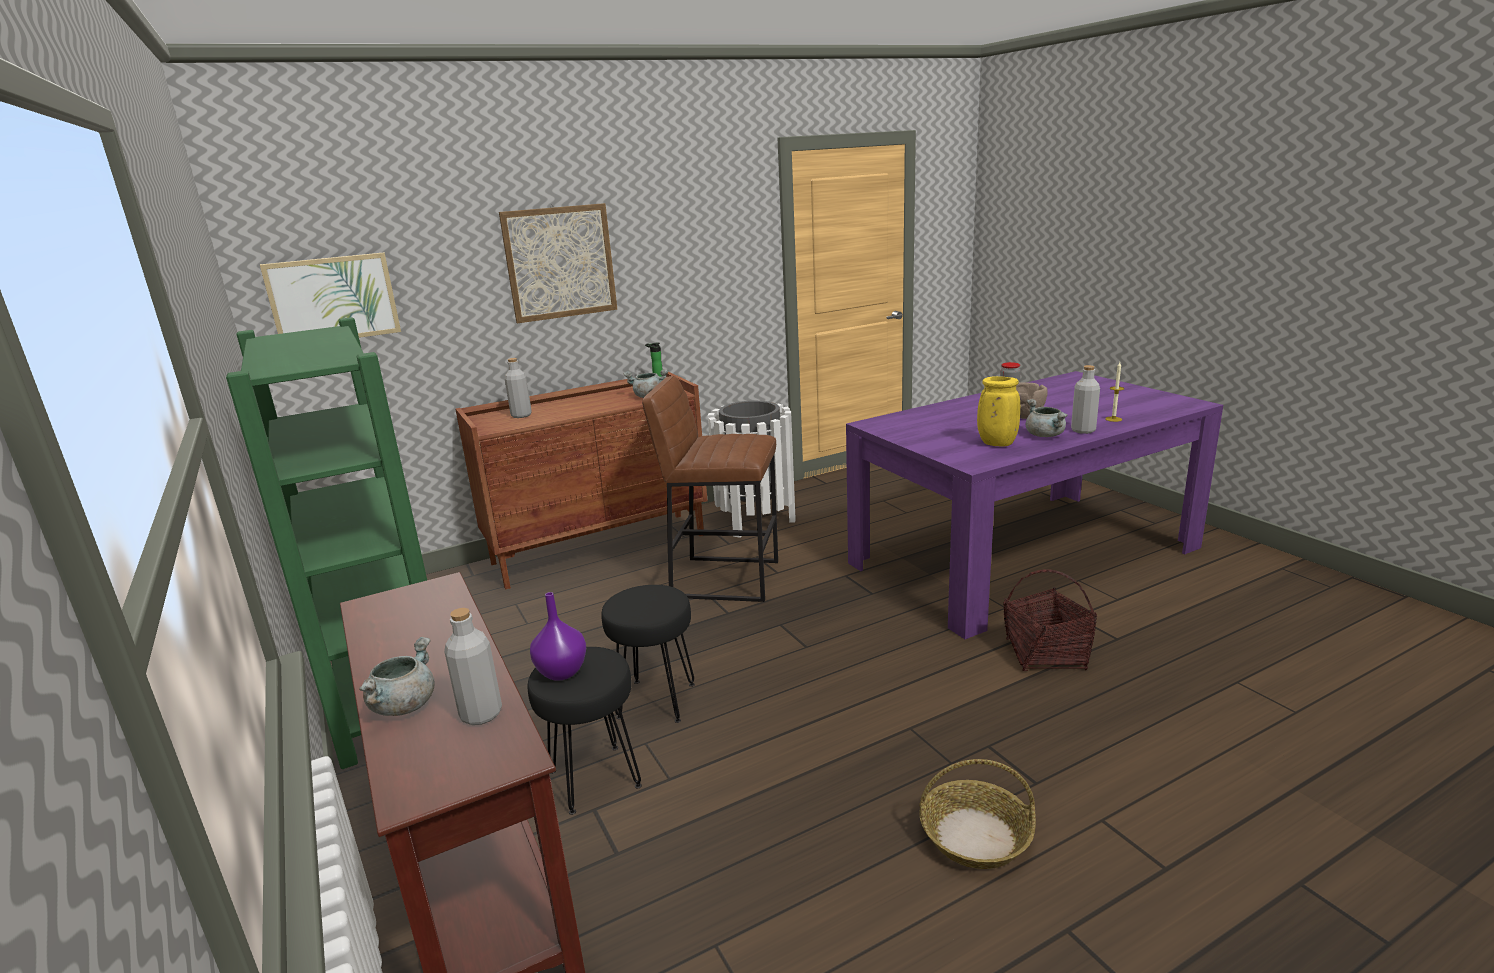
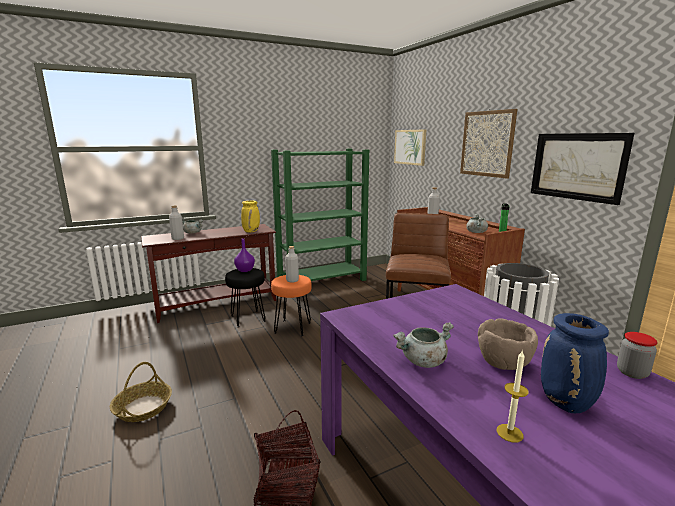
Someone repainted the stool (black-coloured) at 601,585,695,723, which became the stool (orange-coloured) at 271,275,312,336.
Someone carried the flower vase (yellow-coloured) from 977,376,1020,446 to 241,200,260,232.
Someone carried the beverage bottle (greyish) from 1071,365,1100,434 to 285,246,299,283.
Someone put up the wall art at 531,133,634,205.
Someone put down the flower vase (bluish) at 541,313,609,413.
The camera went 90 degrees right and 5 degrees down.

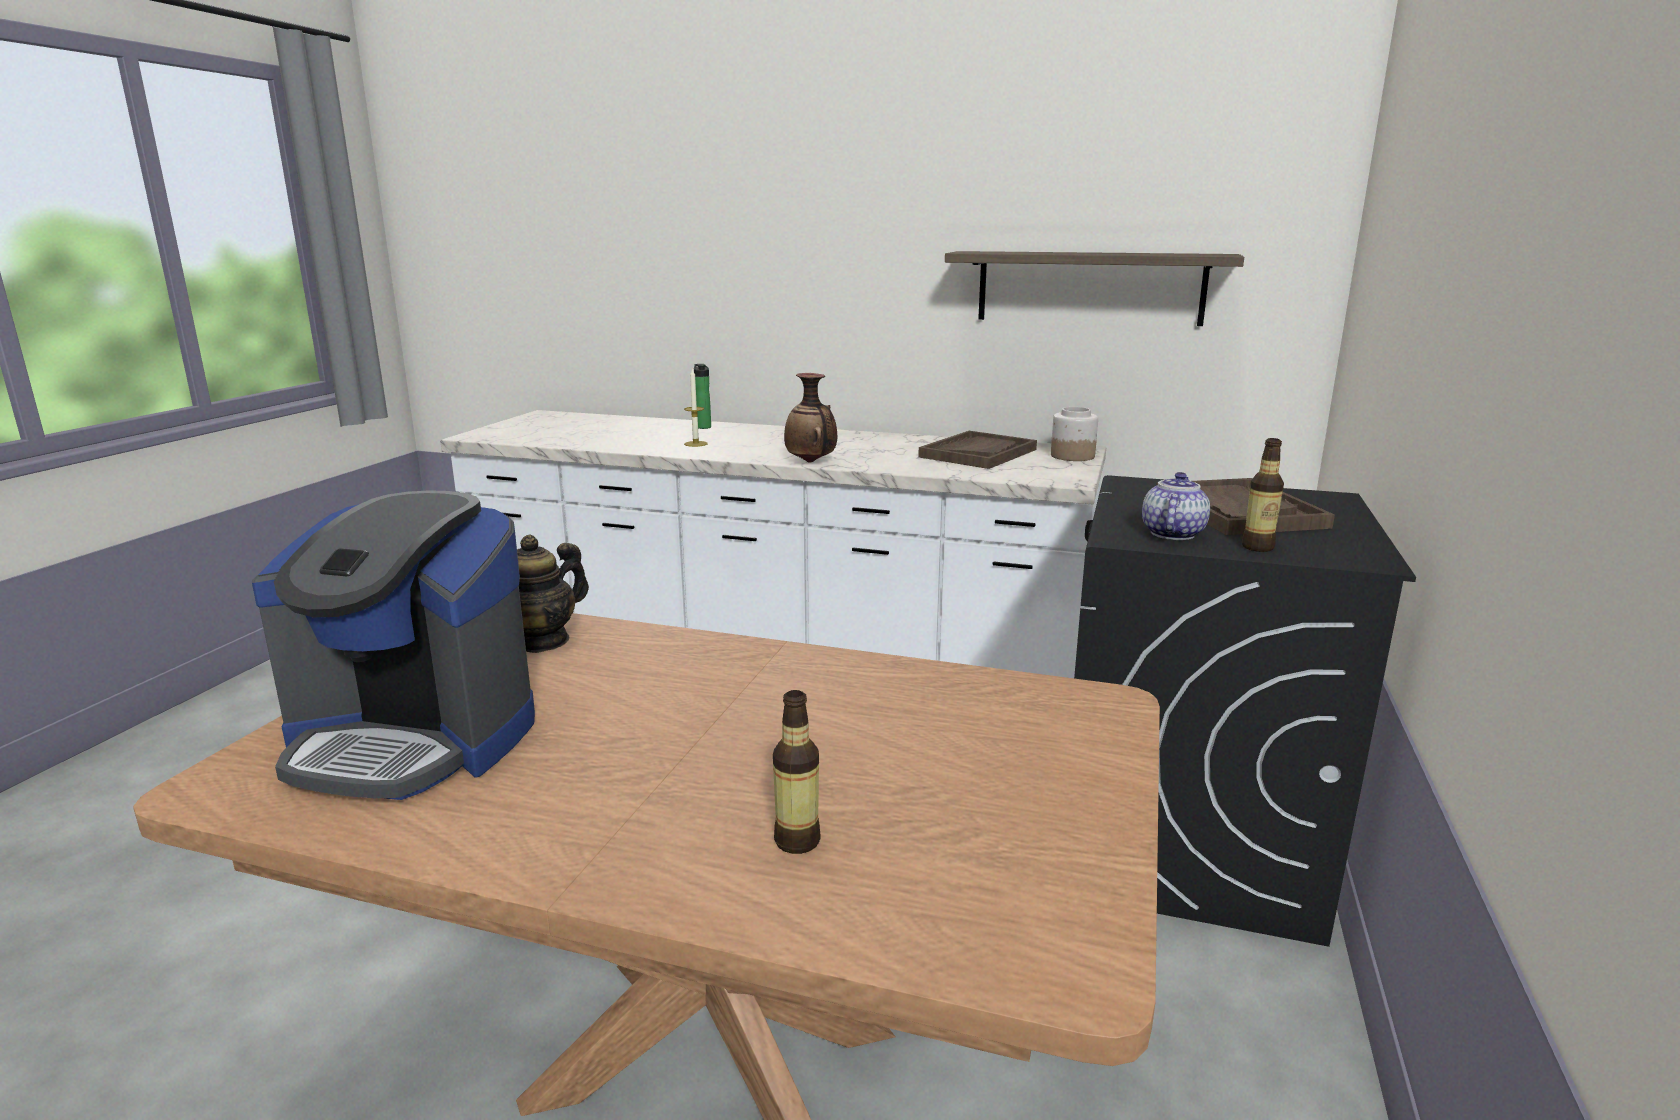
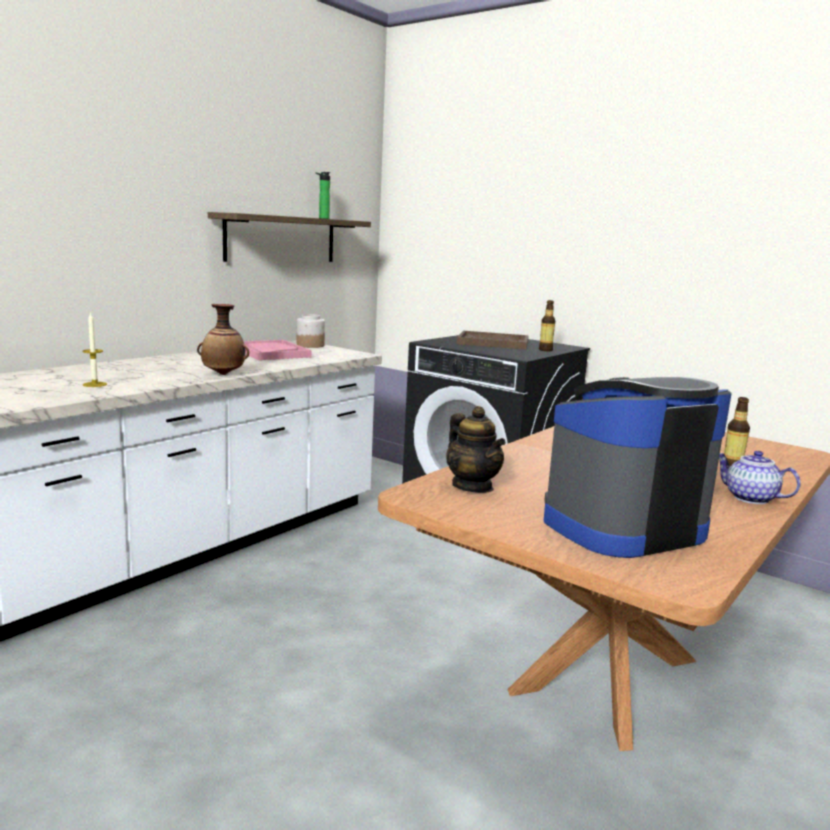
Someone rotated the coffee machine at 252,490,535,800 by 150 degrees counterclockwise.
Someone carried the beverage bottle from 694,364,711,429 to 315,172,331,219.
Someone repainted the tray (brownish) at 918,431,1037,469, which became the tray (pinkish) at 243,340,312,360.
Someone carried the tea pot from 1142,472,1210,540 to 719,451,801,504.
The camera went 70 degrees left and 5 degrees down.

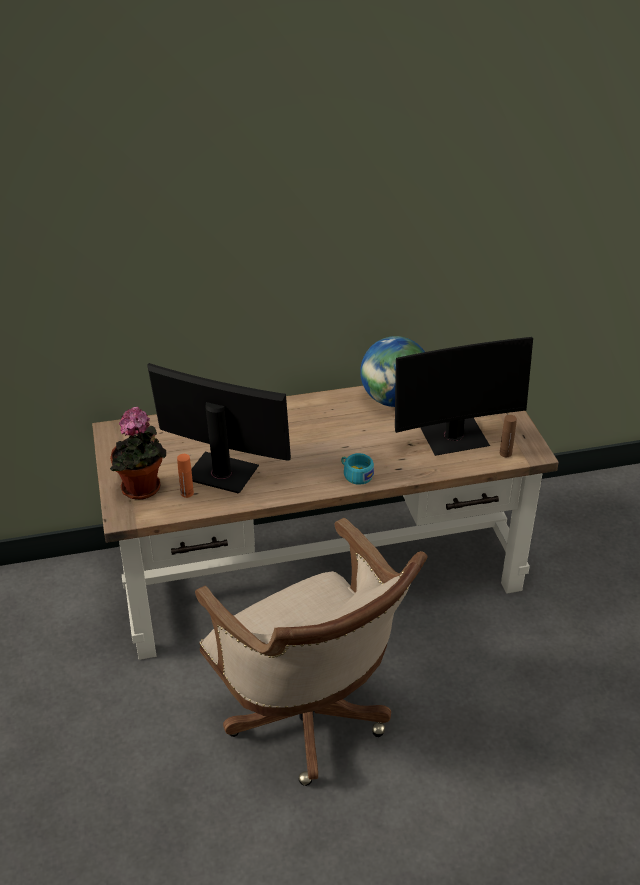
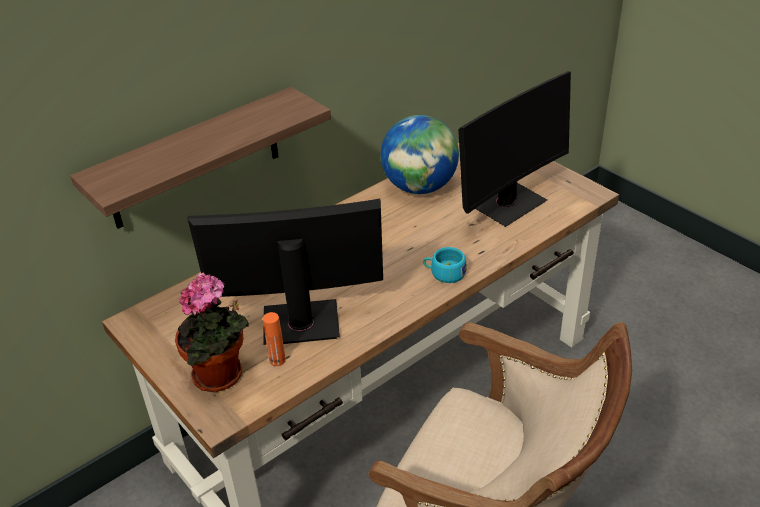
Someone took away the beverage bottle (brownish) at 500,415,517,457.
Someone put up the shelf at 70,87,331,229.
The camera went 25 degrees left and 0 degrees up.

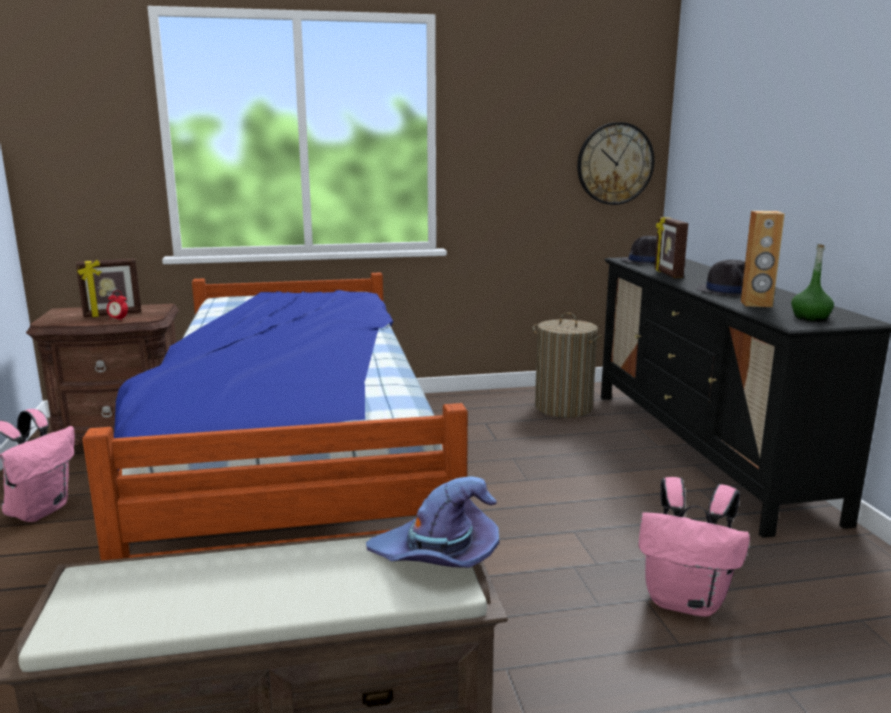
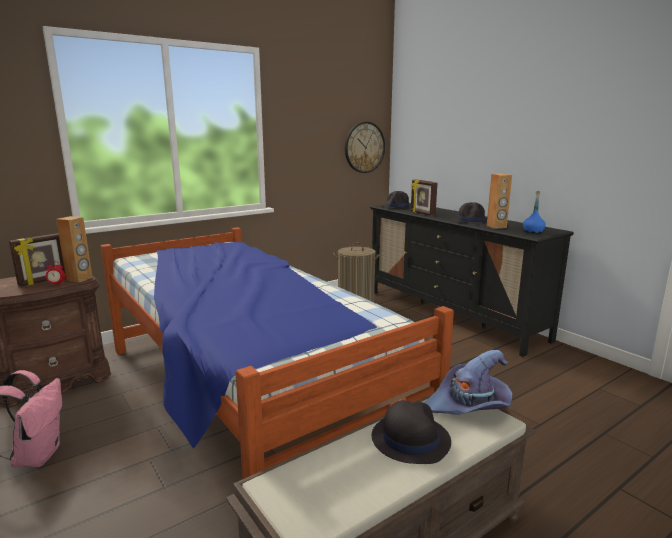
Someone took away the rucksack (pinkish) at 639,477,750,617.
Someone repainted the beverage bottle (green) at 791,244,834,321, which became the beverage bottle (bluish) at 523,191,546,233.
Someone put down the speaker (brownish) at 56,216,93,283.
Someone put down the wearable hat (black-coloured) at 372,400,451,464.
The camera went 25 degrees left and 0 degrees up.

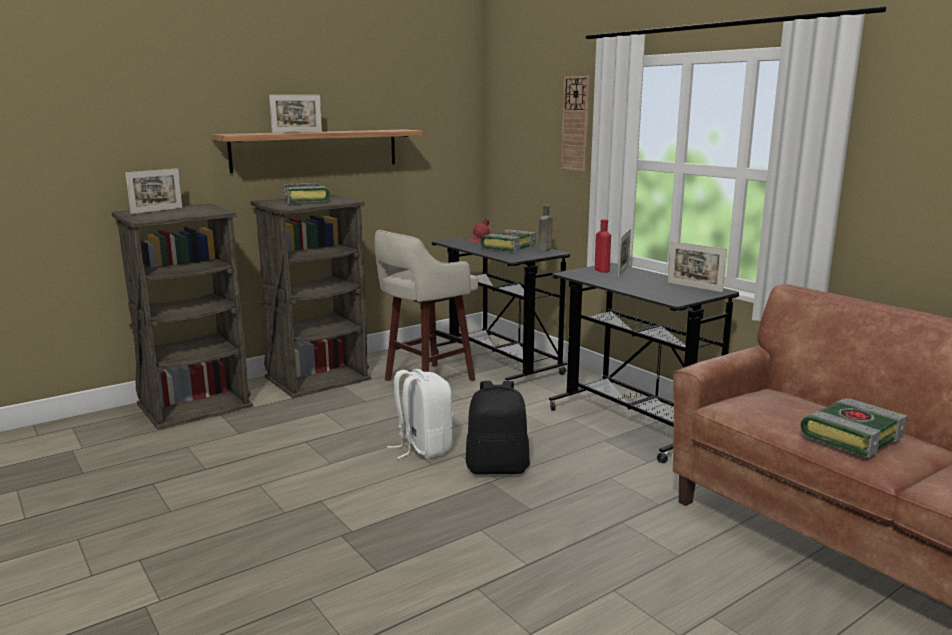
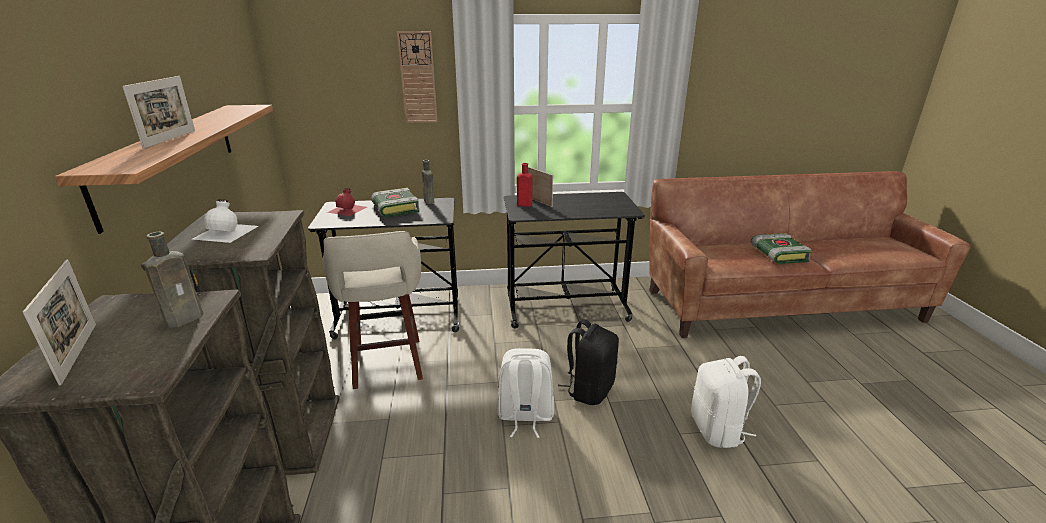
Someone swapped the book at 283,182,331,203 for the beverage bottle (white-coloured) at 193,199,258,243.
Someone took away the photo frame at 667,241,727,292.
Someone put down the beverage bottle (brownish) at 144,232,203,328.
Someone put down the rucksack (white-coloured) at 691,356,761,448.
The camera went 60 degrees left and 10 degrees up.

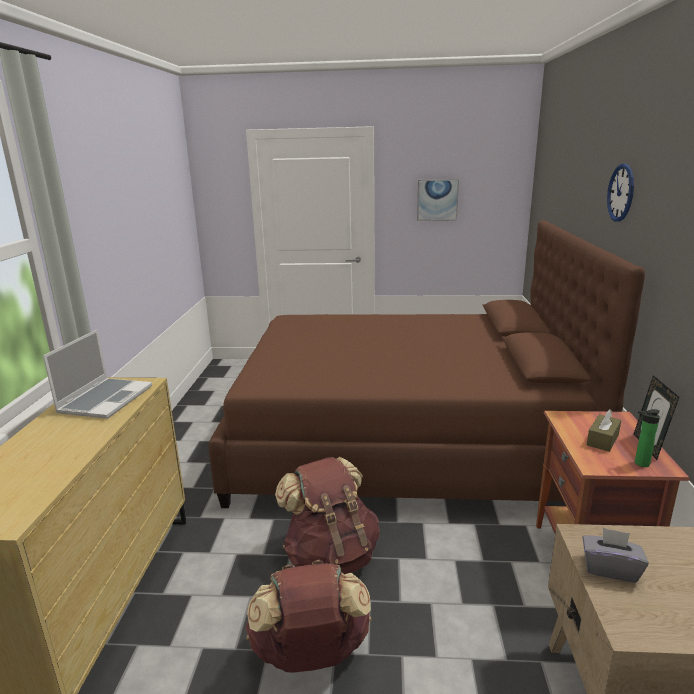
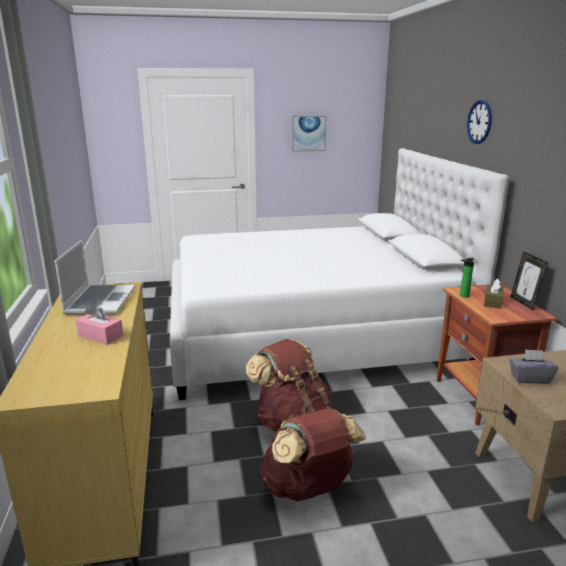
Someone repainted the sleeping bed (brownish) at 208,220,645,508, which became the sleeping bed (white-coloured) at 170,148,509,400.
Someone carried the beverage bottle from 635,409,660,467 to 460,258,474,297.
Someone put down the tissue box (pinkish) at 76,304,123,345.
The camera went 15 degrees left and 0 degrees up.

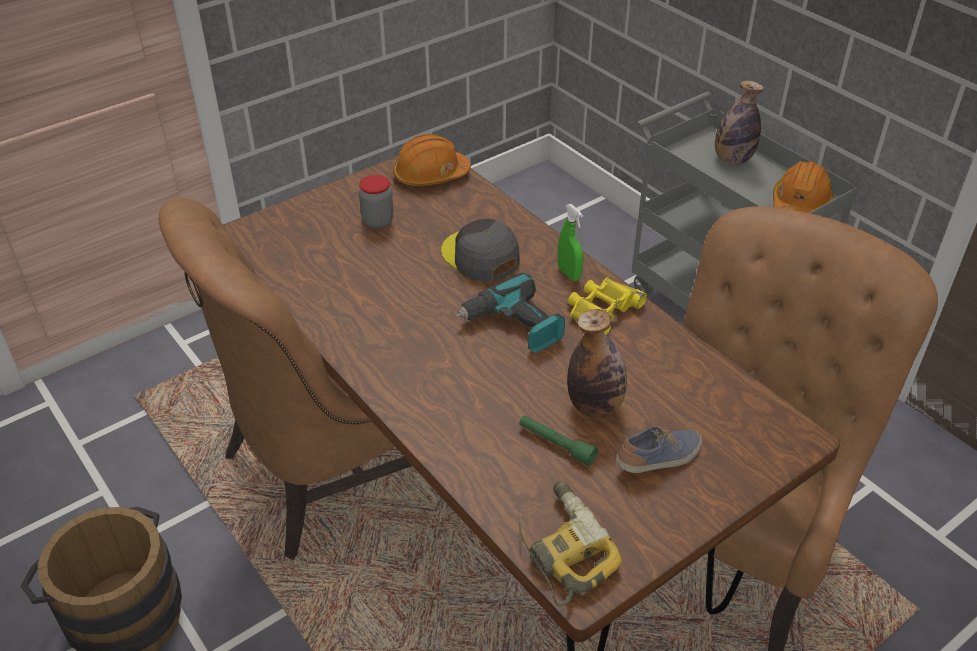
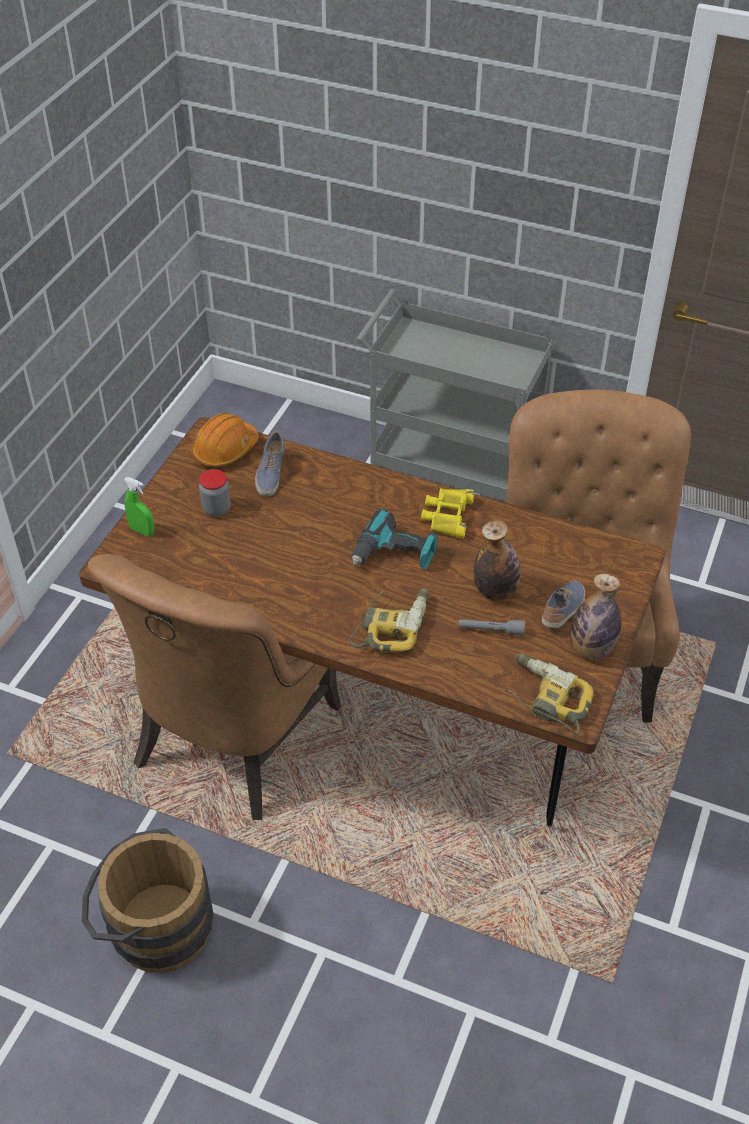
Someone took away the cap (greyish) at 441,219,520,282.
Someone repainted the hand torch (green) at 519,415,598,466, which became the hand torch (greyish) at 458,619,525,636.
Someone carried the sprayer (green) from 558,204,584,281 to 124,477,154,536.
Someone carried the beverage bottle from 715,80,764,165 to 570,574,621,659.
Someone took away the work helmet (orange-coloured) at 773,161,833,216.
Someone put down the shoe at 255,431,285,496.
Someone put down the electric drill at 350,588,429,652.
The camera went 30 degrees left and 5 degrees up.

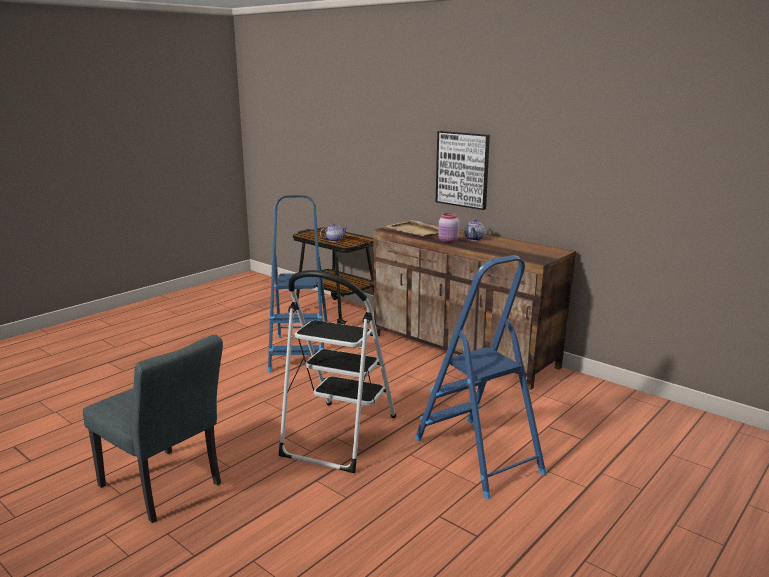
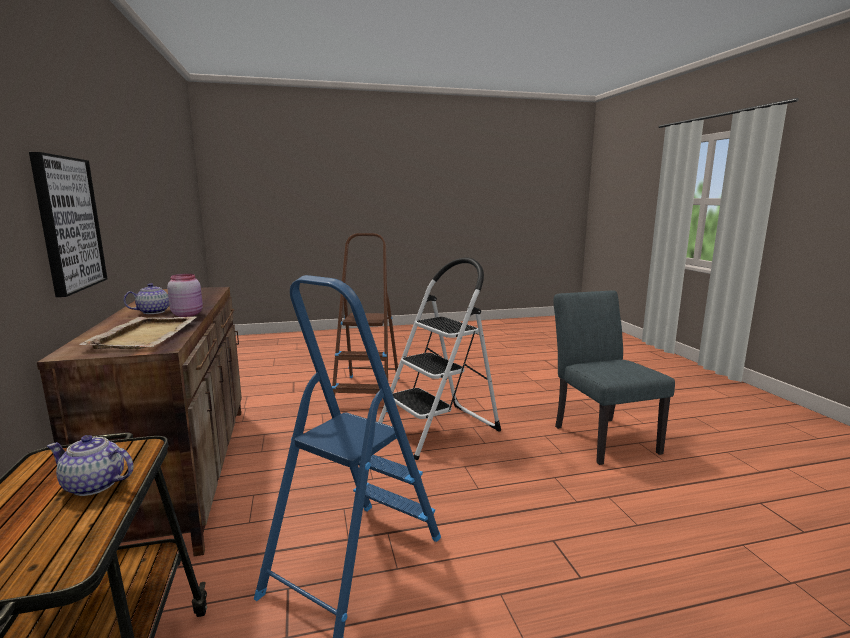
Someone repainted the step ladder (bluish) at 415,255,547,499, which became the step ladder (brownish) at 332,233,400,412.
The camera went 145 degrees left and 5 degrees down.

